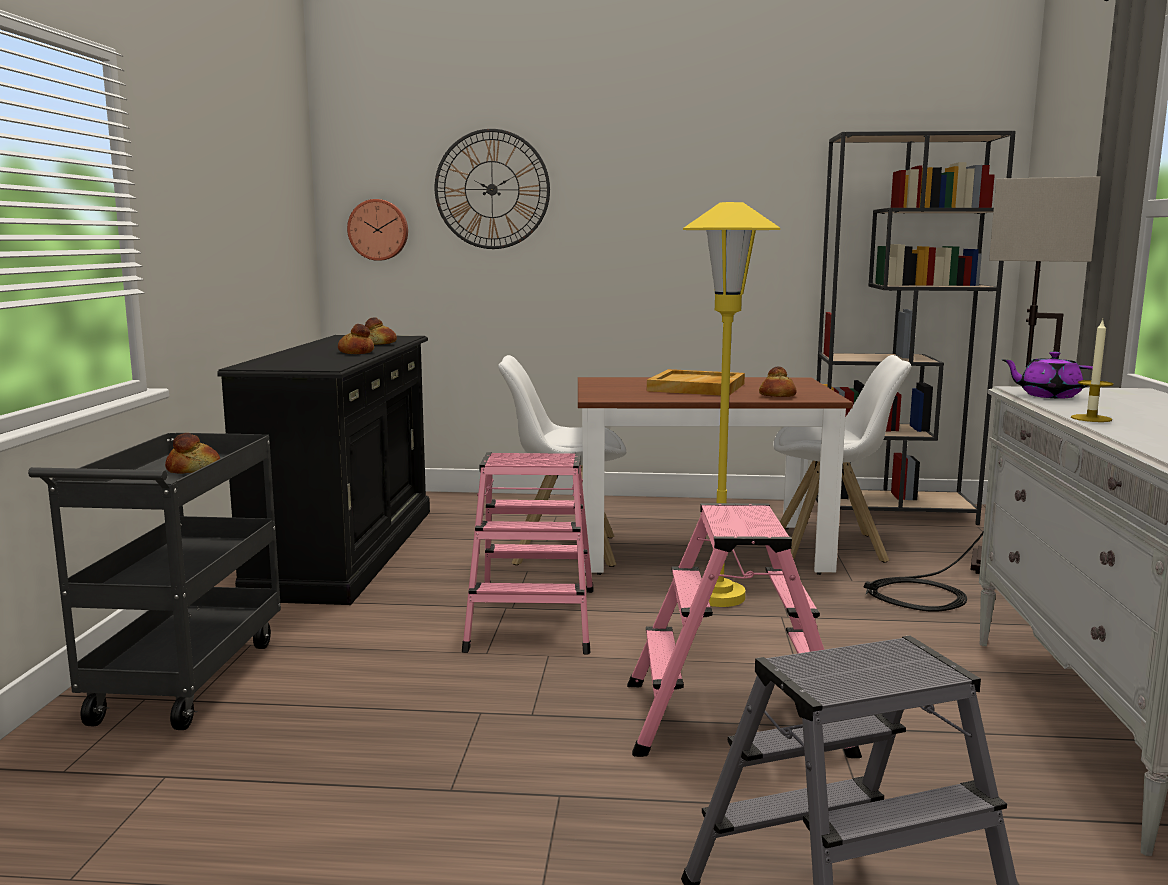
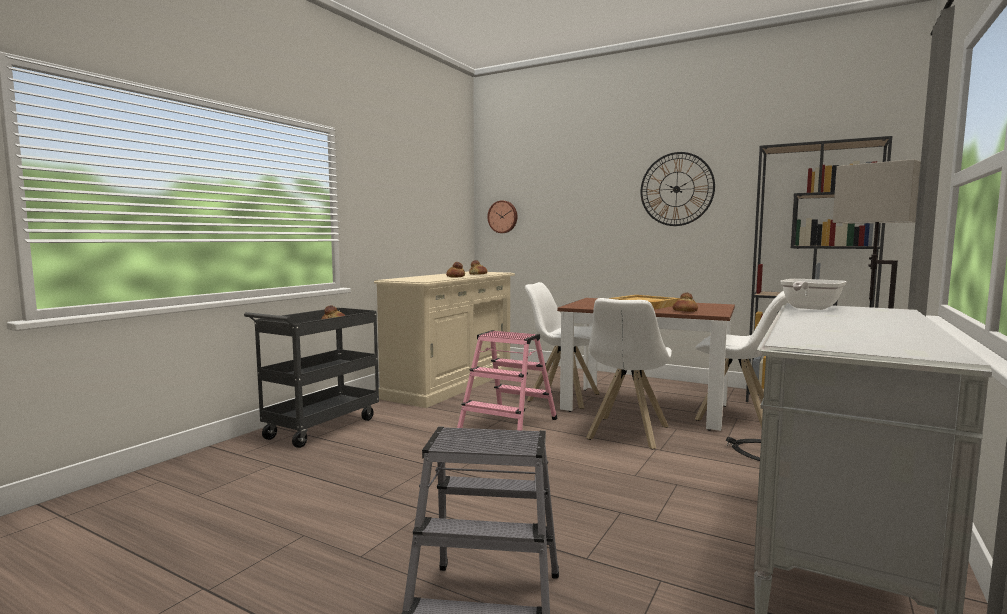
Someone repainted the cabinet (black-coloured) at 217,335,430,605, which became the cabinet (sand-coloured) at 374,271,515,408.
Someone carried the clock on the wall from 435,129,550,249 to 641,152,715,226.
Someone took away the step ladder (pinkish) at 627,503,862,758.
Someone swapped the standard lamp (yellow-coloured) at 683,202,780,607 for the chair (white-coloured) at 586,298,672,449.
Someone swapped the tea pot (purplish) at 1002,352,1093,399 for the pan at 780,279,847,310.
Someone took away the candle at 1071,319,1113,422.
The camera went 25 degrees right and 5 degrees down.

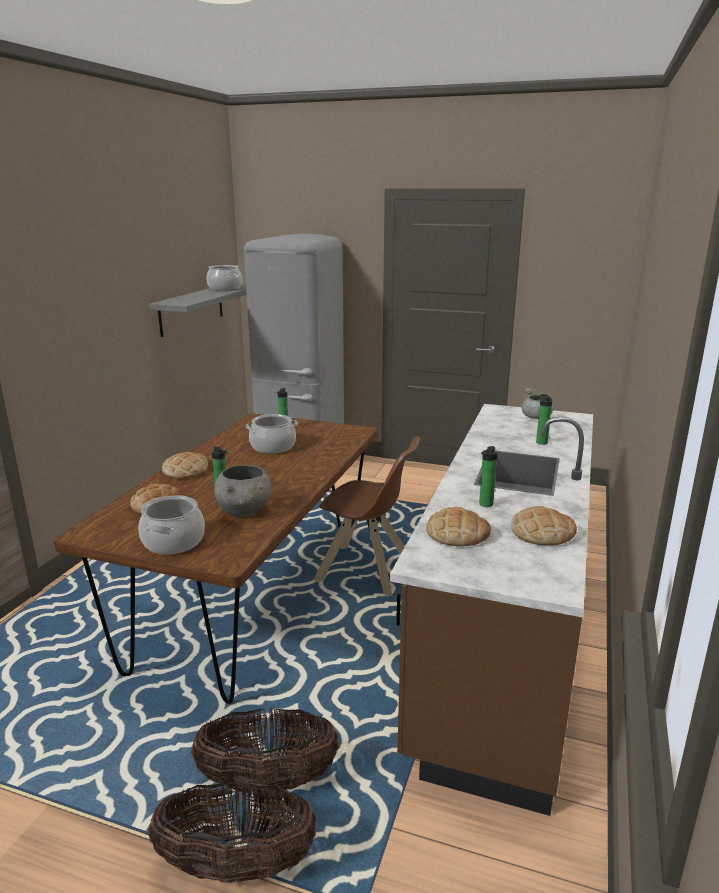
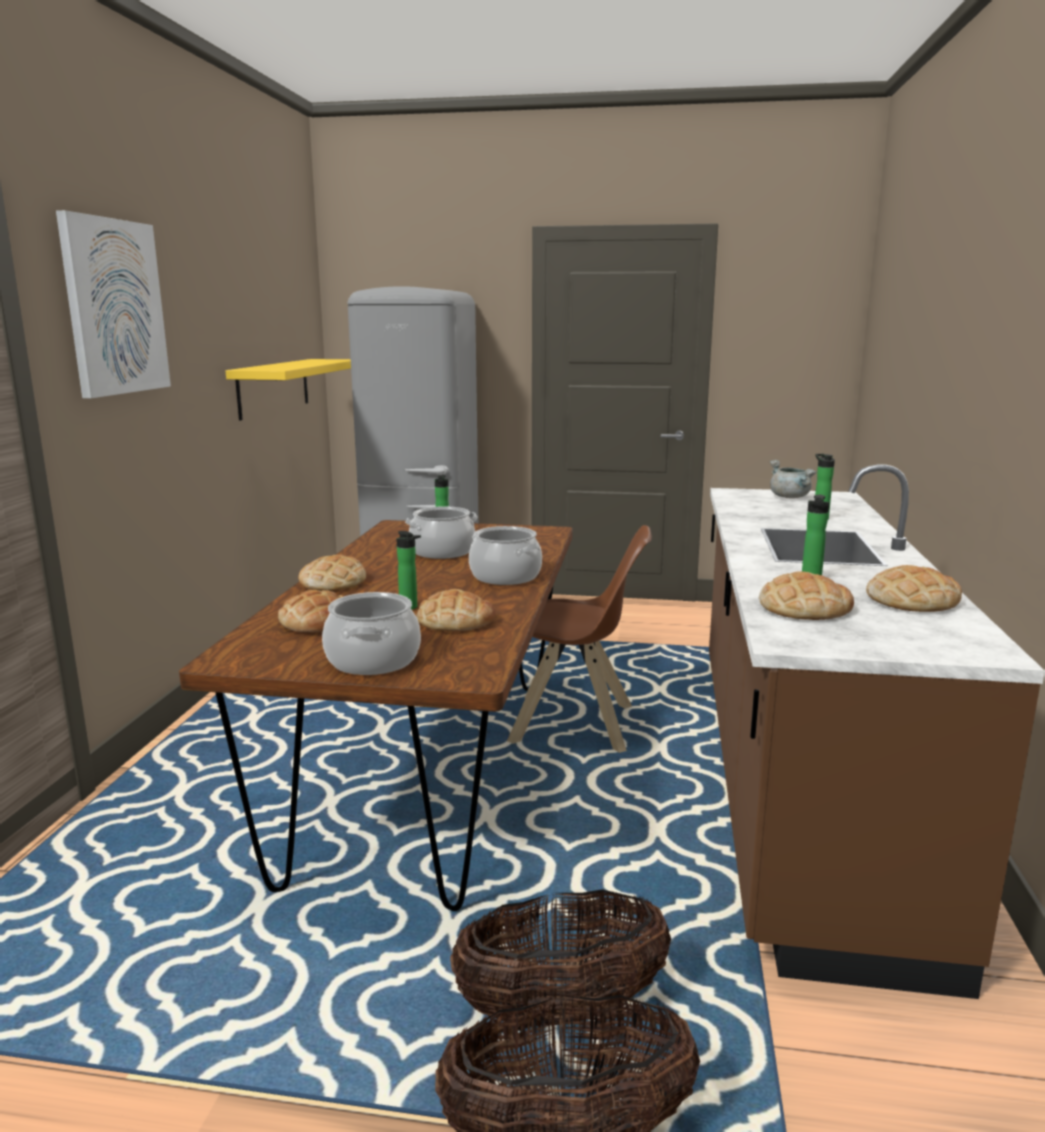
Someone repainted the shelf (greyish) at 149,285,247,337, which became the shelf (yellow-coloured) at 226,359,351,421.
Someone carried the saucepot from 207,265,242,291 to 469,526,542,585.
Someone swapped the deep dish (greyish) at 214,465,271,517 for the bread at 416,589,495,632.
Someone put up the wall art at 56,210,171,398.
The camera went 10 degrees left and 5 degrees down.

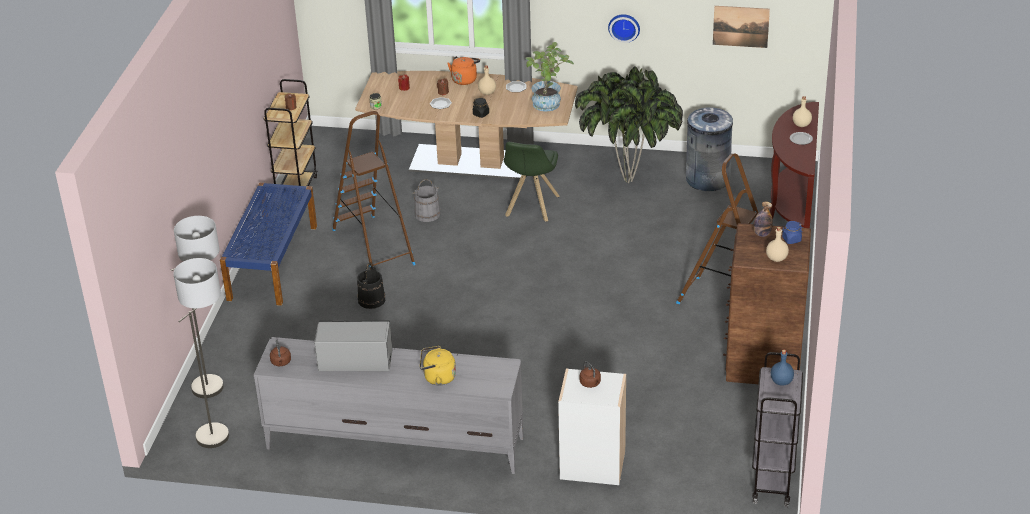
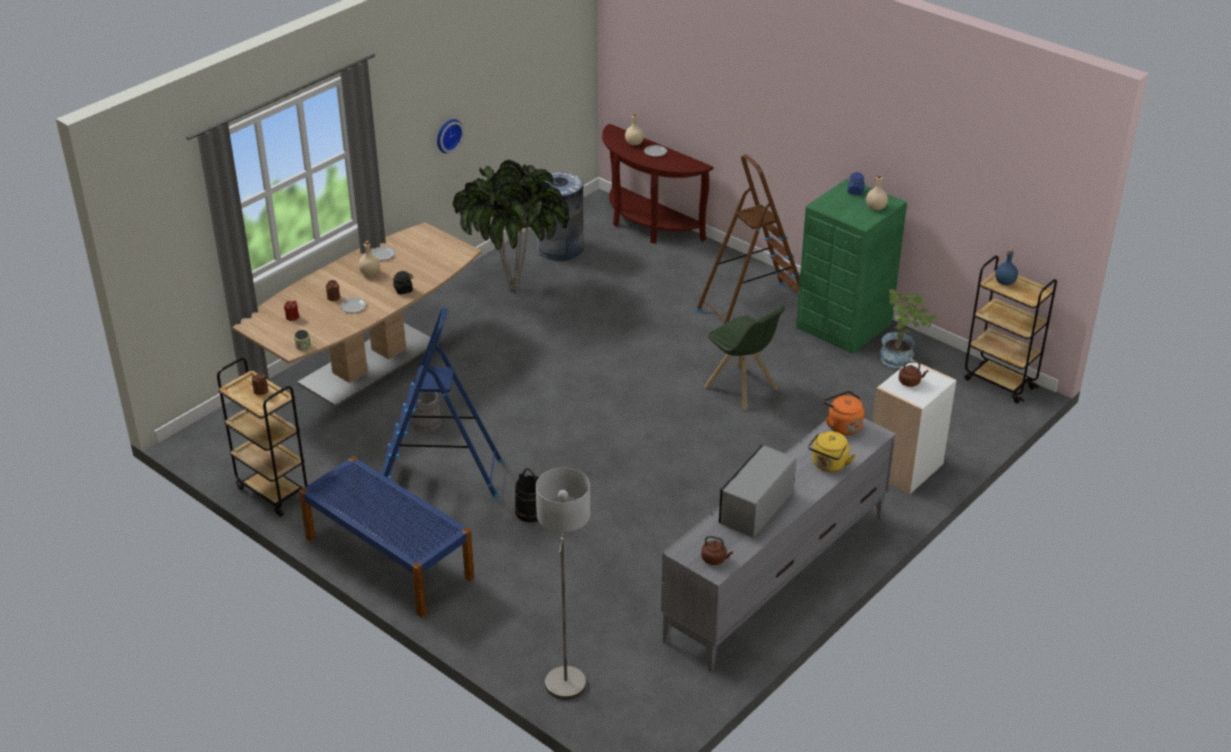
Someone took away the standard lamp (greyish) at 174,258,229,448.
Someone repainted the step ladder (brownish) at 332,111,415,269, which became the step ladder (bluish) at 379,307,503,498.
Someone carried the tea kettle (orange-coloured) from 448,56,480,85 to 823,391,864,435.
Someone carried the chair (green) from 504,142,560,222 to 704,305,785,411.
Someone carried the plant in a pot from 525,42,574,112 to 880,289,938,368.
Someone took away the wall art at 713,6,770,48.
Someone repainted the dresser (brownish) at 723,223,811,384, which became the dresser (green) at 796,178,907,354.
Someone repainted the trolley (greyish) at 752,352,803,507, which became the trolley (brownish) at 965,255,1057,403.
Someone took away the beverage bottle at 753,202,773,237.
The camera went 60 degrees left and 0 degrees up.

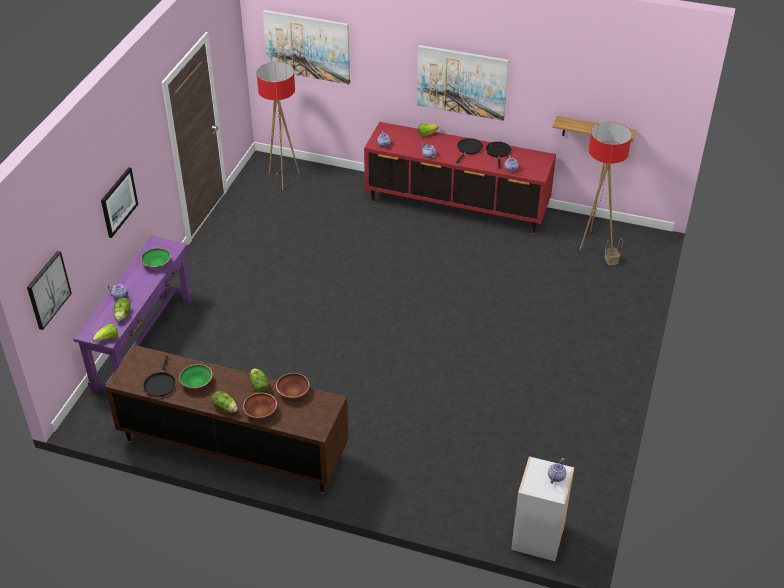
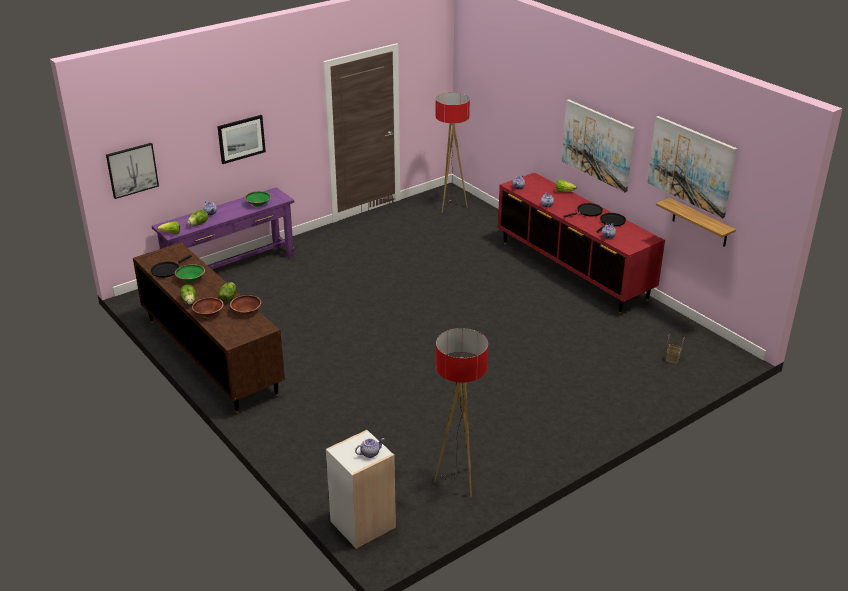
Someone carried the wall art from 263,10,350,84 to 647,116,737,218.
Someone carried the standard lamp from 580,122,632,250 to 434,328,488,497.
The camera went 35 degrees right and 10 degrees down.

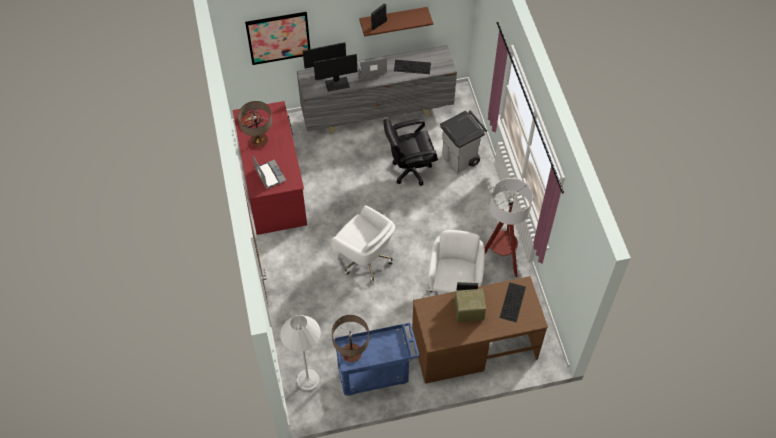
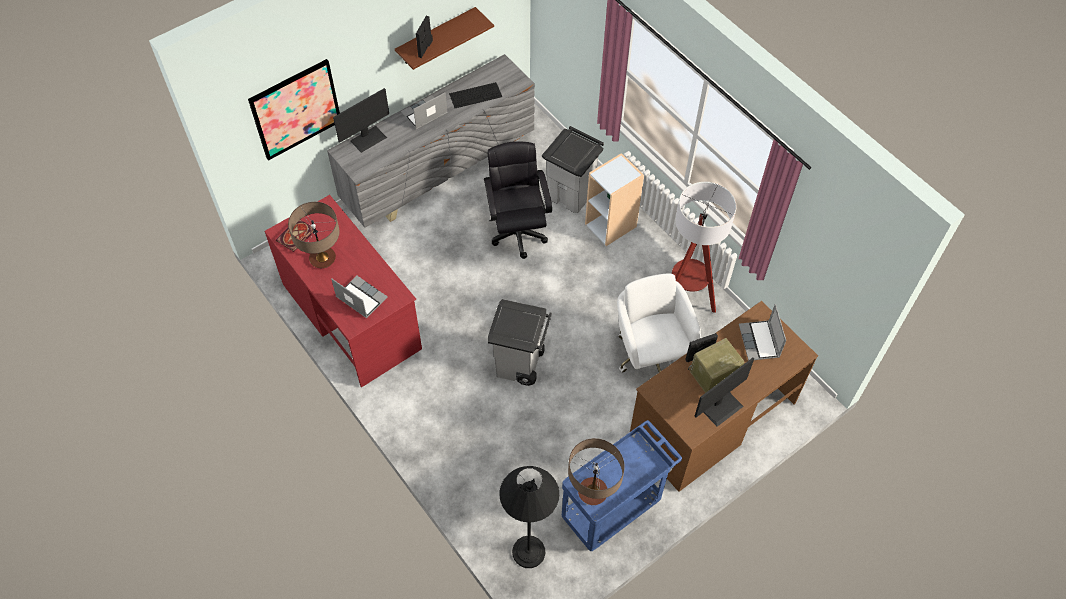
Someone repainted the standard lamp (white-coloured) at 280,315,321,391, which became the standard lamp (black-coloured) at 499,466,559,568.
Someone carried the monitor from 314,54,357,92 to 695,358,754,427.
Someone swapped the computer chair (white-coloured) at 332,206,395,283 for the rubbish bin (greyish) at 488,299,552,386.
Someone rotated the computer chair (black-coloured) at 384,119,438,186 by 120 degrees clockwise.
Someone swapped the computer keyboard at 500,282,526,322 for the laptop at 739,304,786,361.
Someone put down the bookcase at 585,153,644,246.
The camera went 25 degrees left and 0 degrees up.

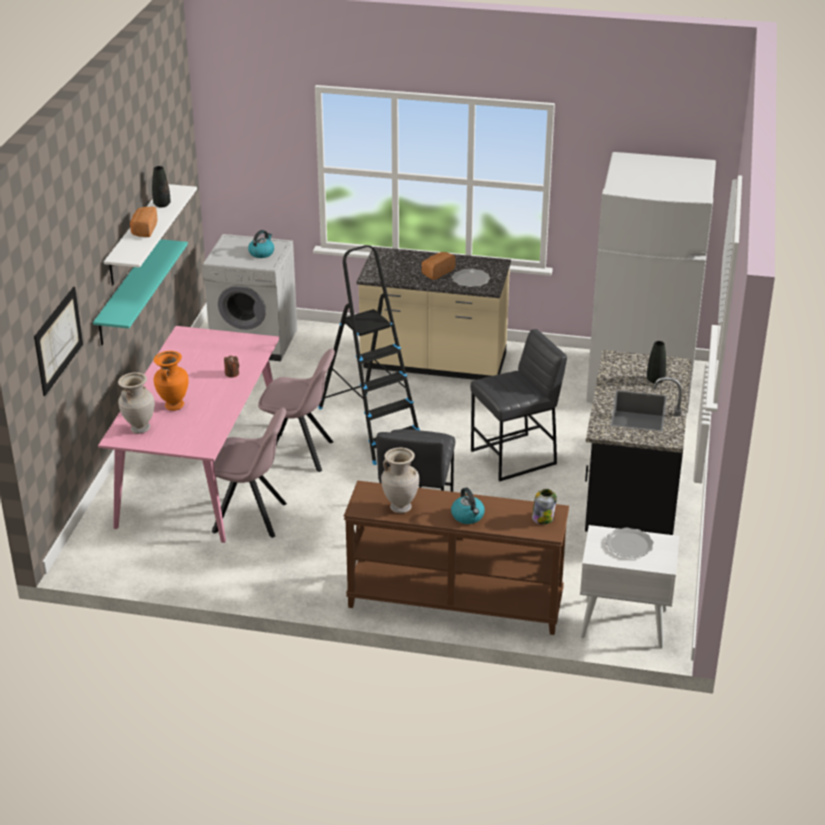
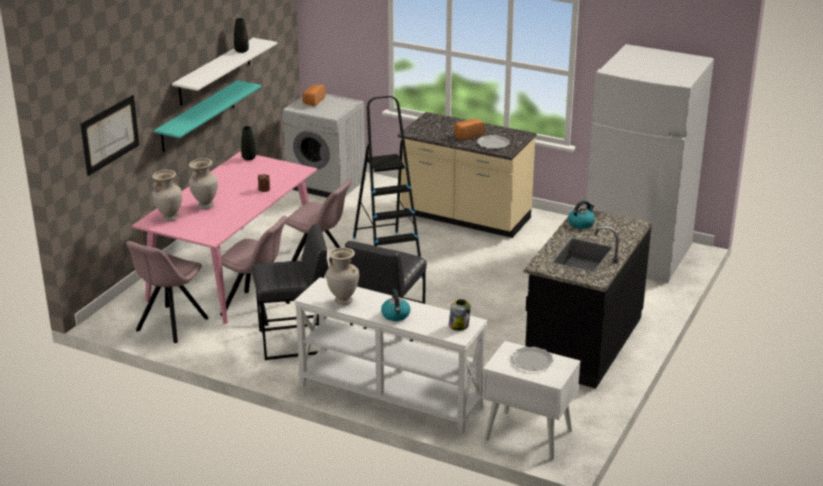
Someone carried the bread from 130,207,157,237 to 302,85,326,106.
Someone repainted the flower vase (orange-coloured) at 153,351,189,411, which became the flower vase (sand-coloured) at 189,158,218,209.
Someone carried the tea kettle from 248,230,274,258 to 568,200,595,229.
Someone repainted the console table (brownish) at 344,480,569,635, which became the console table (white-coloured) at 294,277,487,434.
Someone carried the stool (greyish) from 470,329,567,482 to 252,224,327,360.
Someone carried the flower vase (black-coloured) from 647,341,666,383 to 241,126,256,160.
Someone put down the chair (pinkish) at 126,241,209,343.
The camera went 15 degrees right and 5 degrees down.

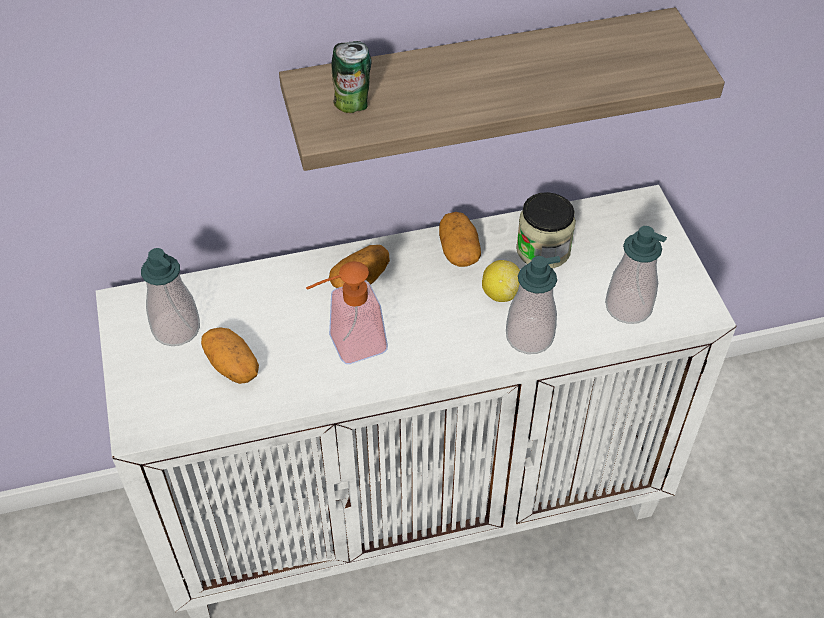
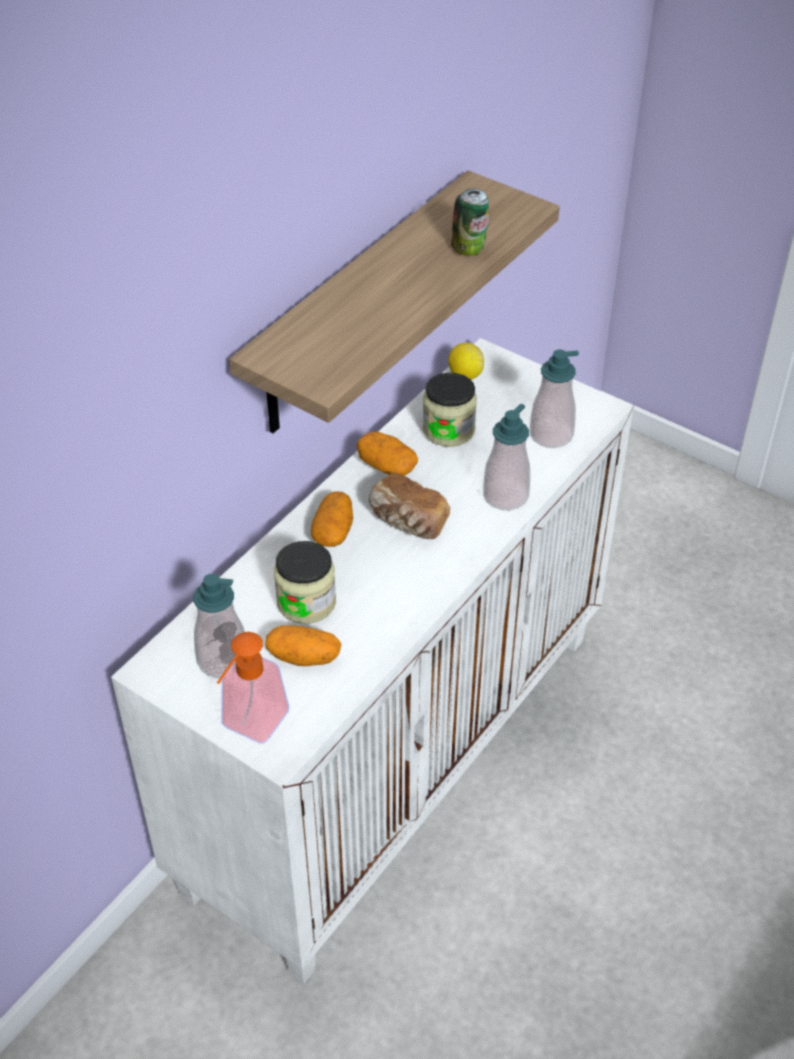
Someone carried the soap bottle from 306,261,388,364 to 217,632,289,744.
Someone carried the can from 331,41,372,113 to 451,189,489,256.
Someone carried the citrus fruit from 482,260,520,302 to 448,343,484,380.
Someone put down the jar at 274,541,336,624.
Someone put down the bread at 369,473,450,539.
The camera went 40 degrees left and 5 degrees down.

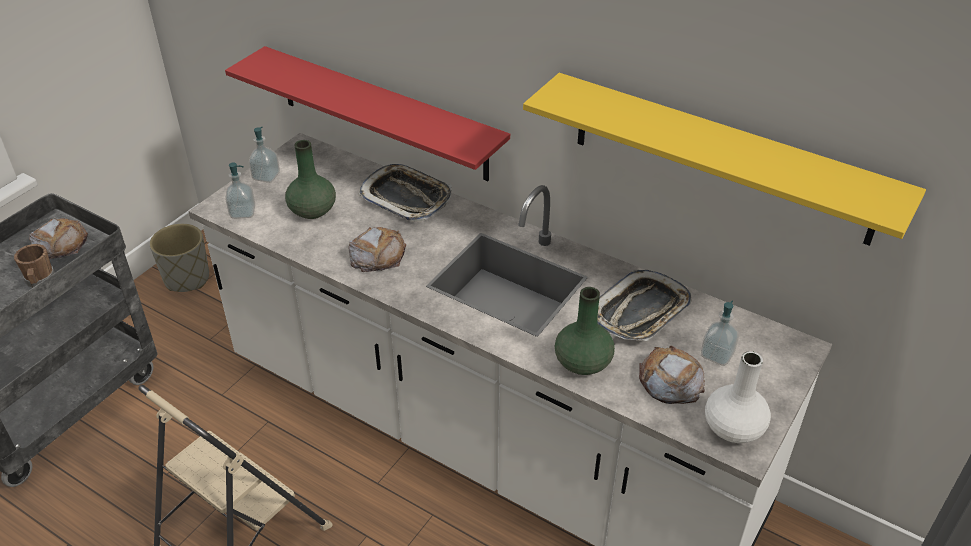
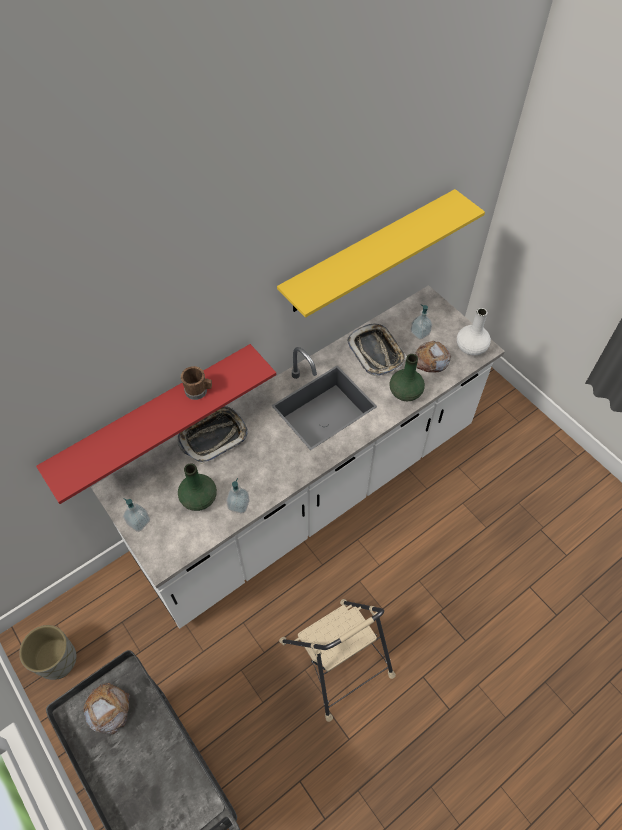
Someone carried the coffee mug (brownish) from 14,244,55,288 to 181,366,212,400.
Someone carried the soap bottle from 225,162,255,219 to 226,478,250,514.
Someone took away the bread at 348,227,406,272.
The camera went 70 degrees left and 15 degrees up.

